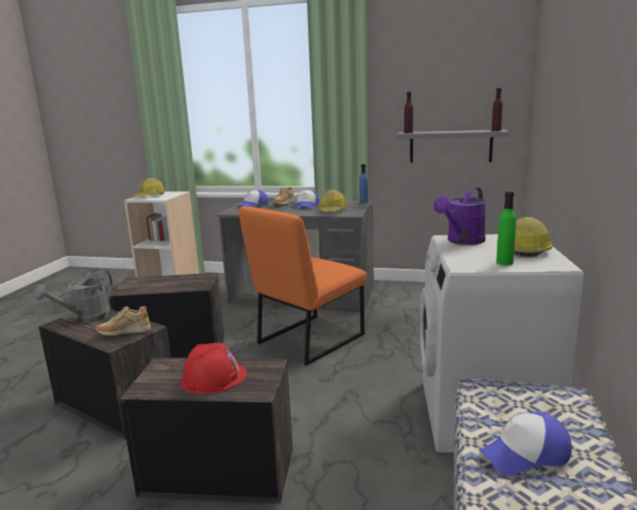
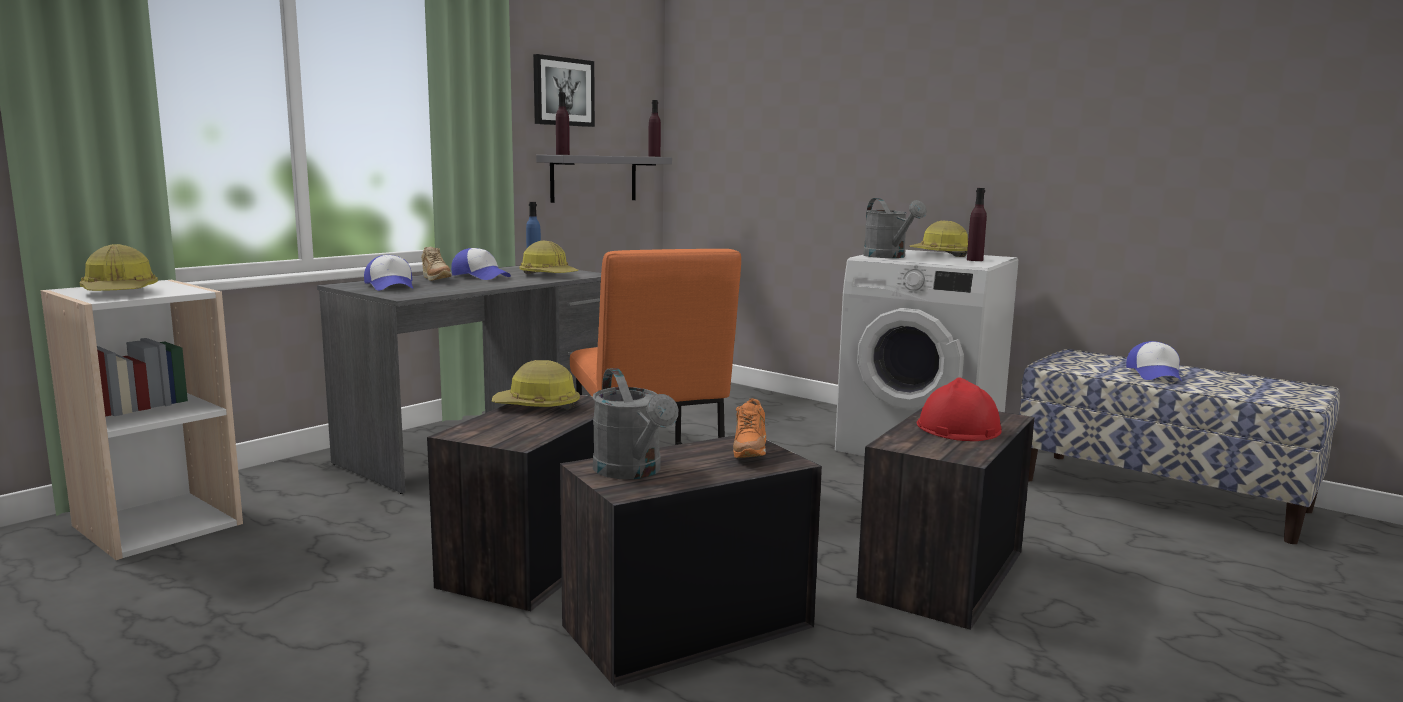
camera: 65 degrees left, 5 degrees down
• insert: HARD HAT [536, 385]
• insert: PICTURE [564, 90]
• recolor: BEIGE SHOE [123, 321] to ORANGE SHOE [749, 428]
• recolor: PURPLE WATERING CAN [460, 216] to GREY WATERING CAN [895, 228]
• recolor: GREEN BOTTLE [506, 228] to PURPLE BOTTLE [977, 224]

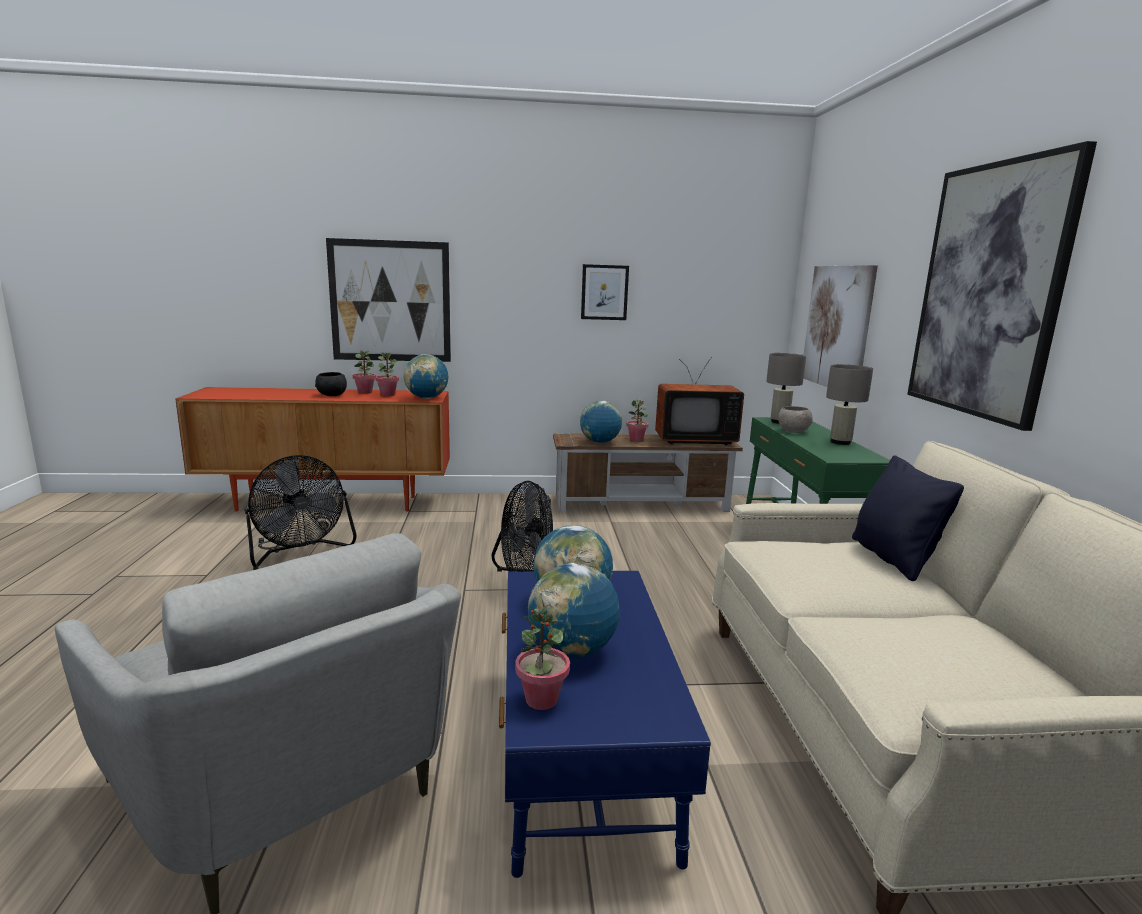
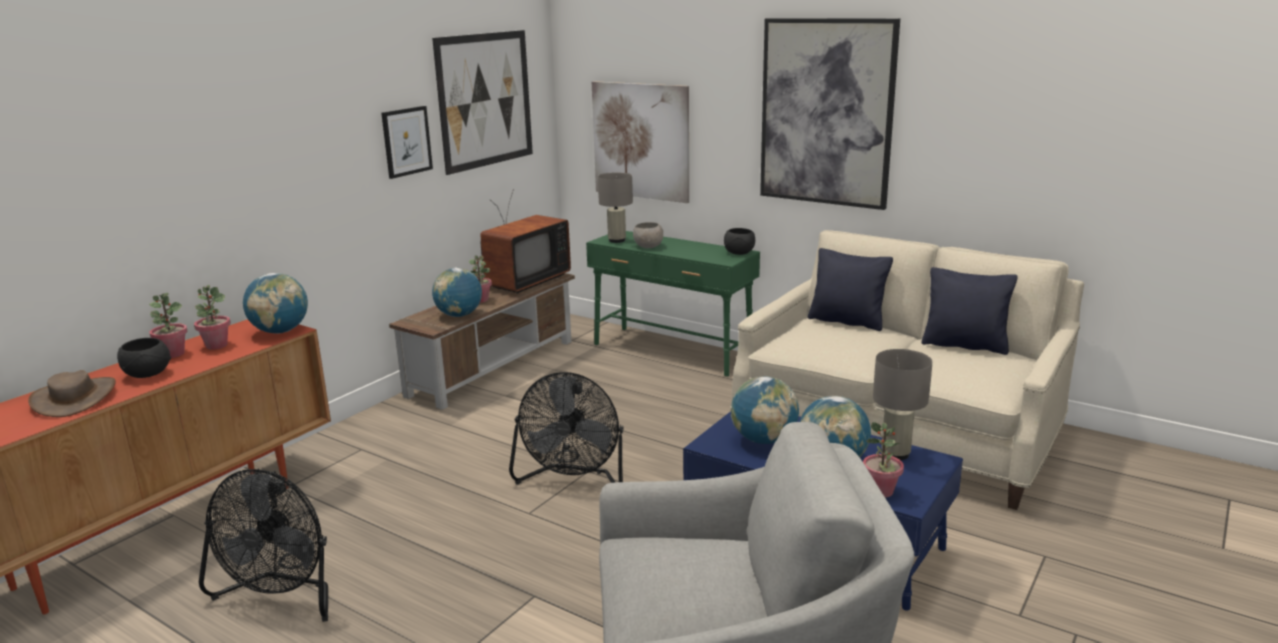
camera: 50 degrees left, 5 degrees up
• insert: BROWN HAT [72, 393]
• insert: BLACK BOWL [739, 241]
• insert: BLACK PILLOW [969, 311]
• move: PICTURE [388, 300] to [482, 102]
• move: GREY TABLE LAMP [849, 404] to [902, 404]
• rotate: BLACK FAN [300, 512] = [263, 545] 105 degrees clockwise

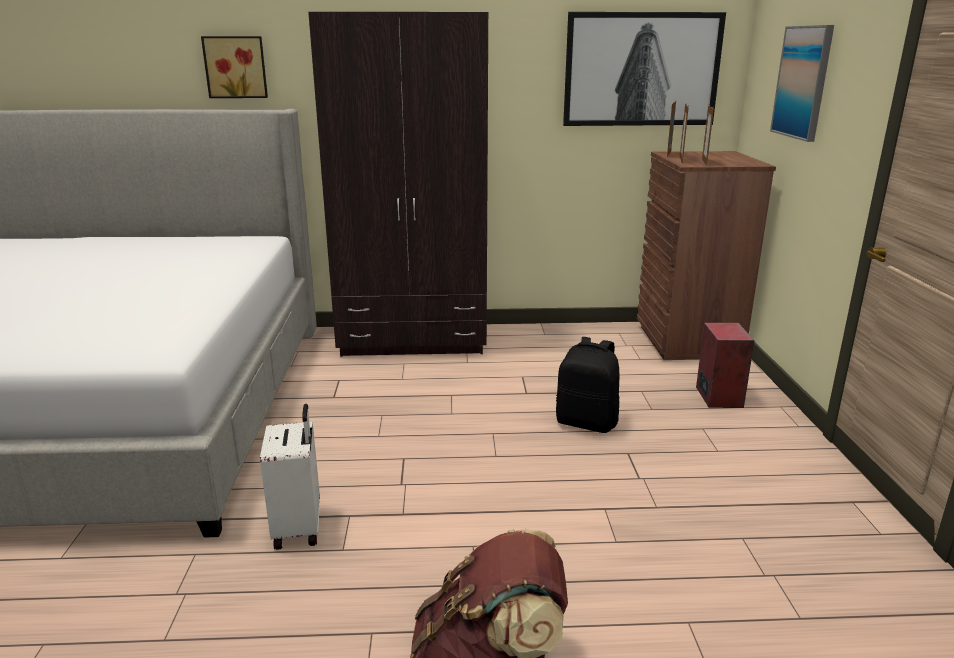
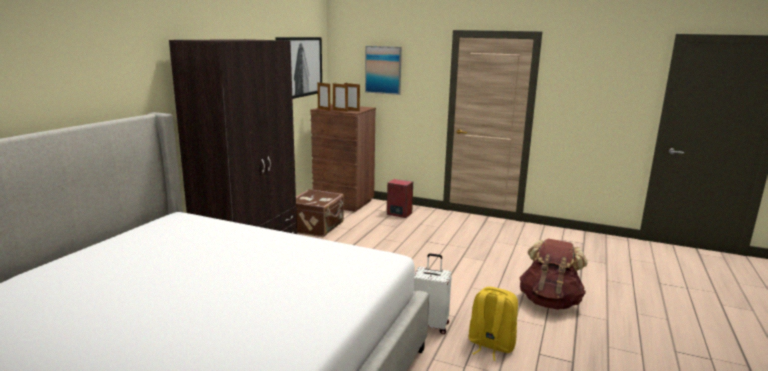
camera: 65 degrees left, 5 degrees down
• delete: PICTURE [234, 67]
• delete: BLACK BACKPACK [587, 385]
• insert: BROWN SUITCASE [320, 213]
• insert: YELLOW BACKPACK [493, 324]

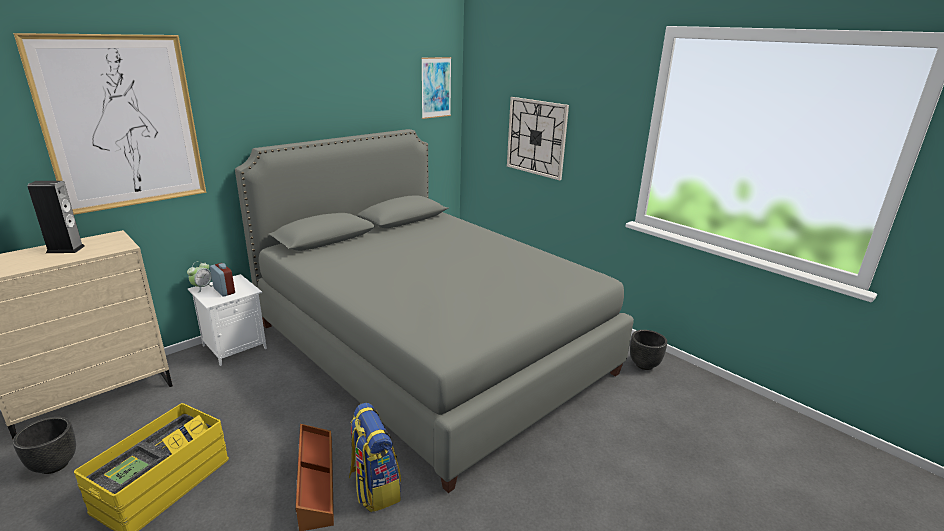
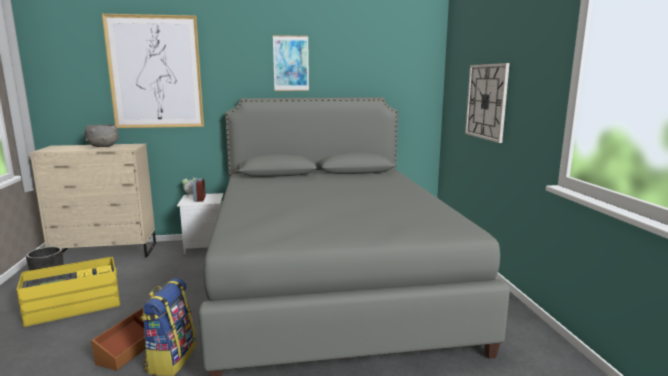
camera: 35 degrees right, 10 degrees down
• delete: BLACK PLANTER [648, 350]
• move: PICTURE [436, 88] to [291, 63]
• replace: SPEAKER [56, 217] to GREY BOWL [102, 135]

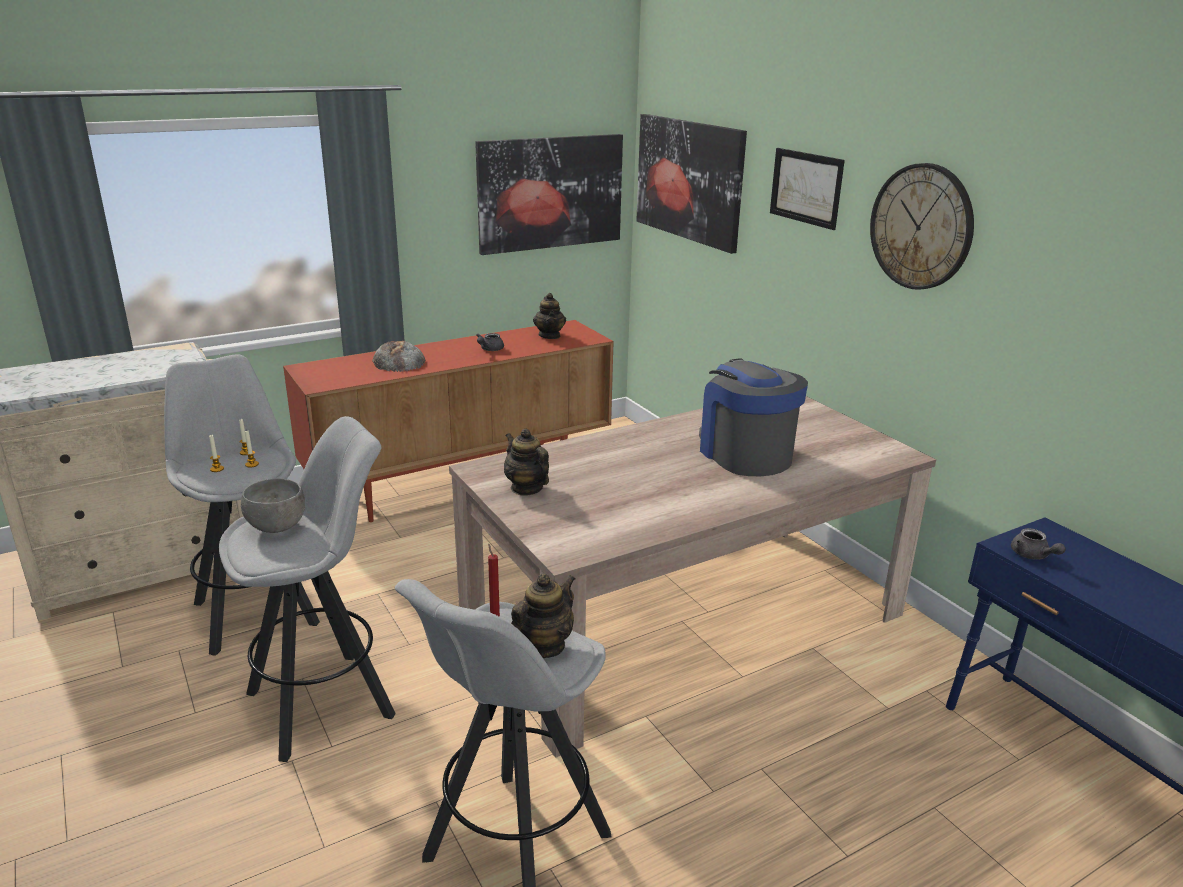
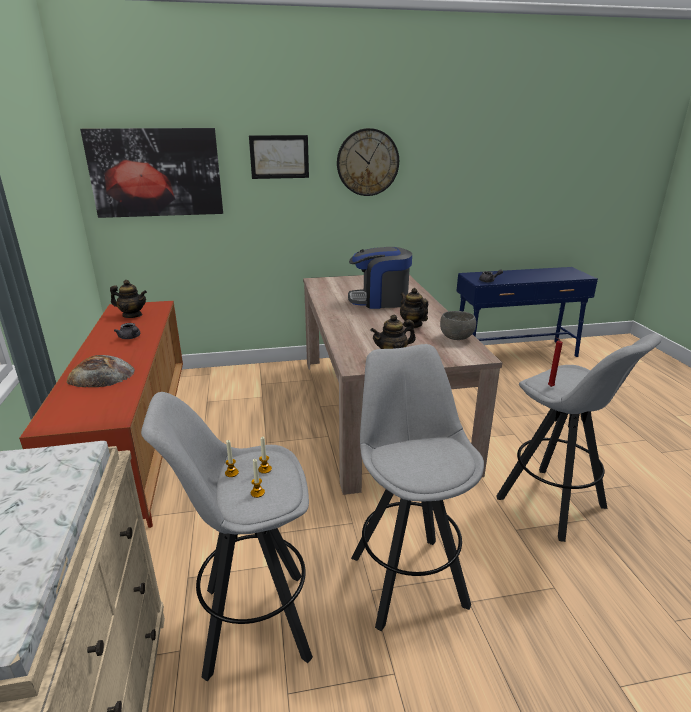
camera: 70 degrees left, 0 degrees up
• delete: PICTURE [549, 194]
• move: GREY BOWL [273, 506] to [458, 325]
• move: TEAPOT [543, 616] to [414, 308]

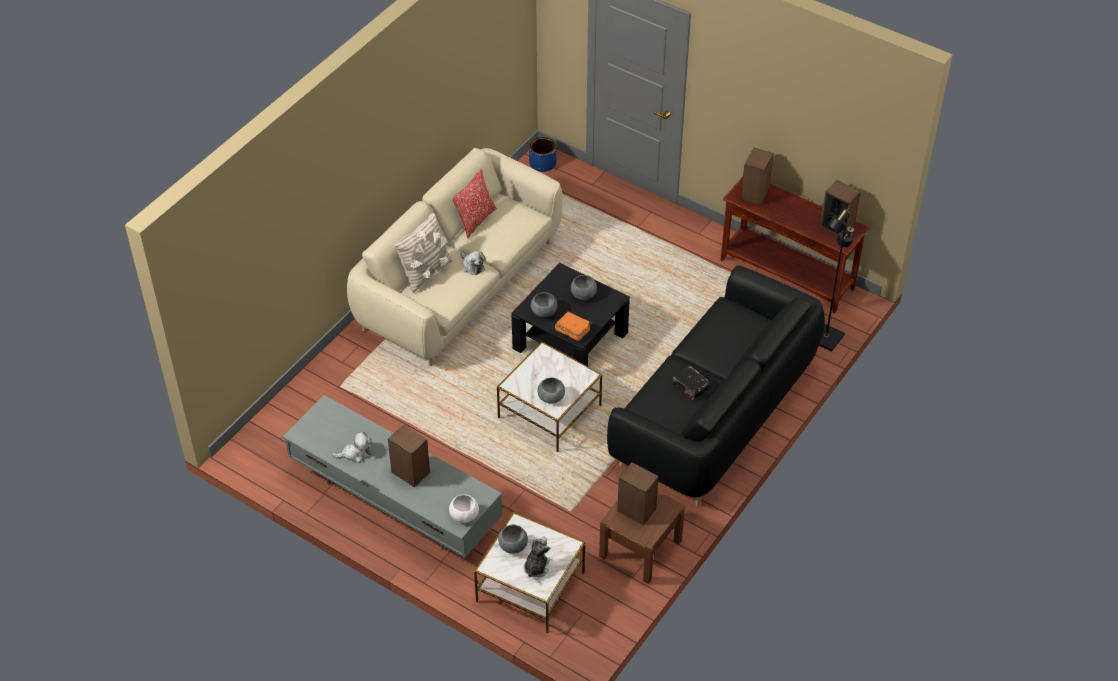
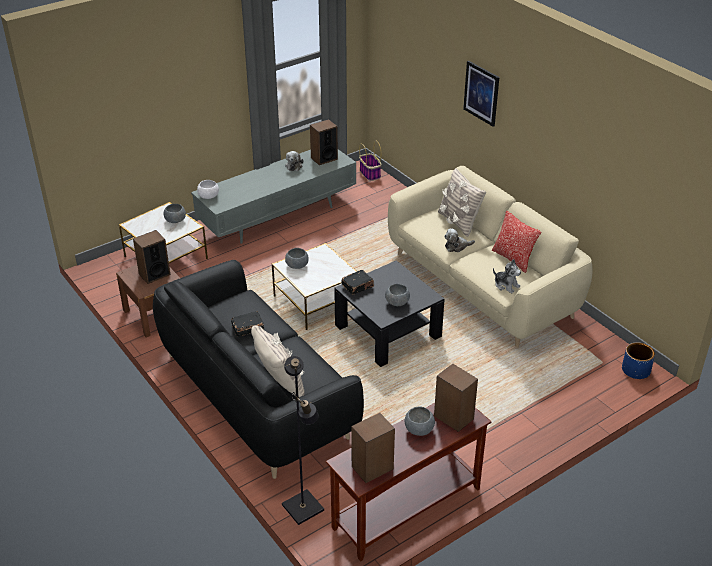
camera: 110 degrees right, 10 degrees down
• insert: BEIGE PILLOW [277, 361]
• insert: BASKET [370, 161]
• insert: PICTURE [481, 93]
• move: SPEAKER [409, 456] to [324, 142]
• move: PLUSH TOY [537, 557] to [507, 276]
• move: GREY BOWL [544, 304] to [420, 421]
• recolor: ORANGE BOOK [573, 326] to BLACK BOOK [358, 282]

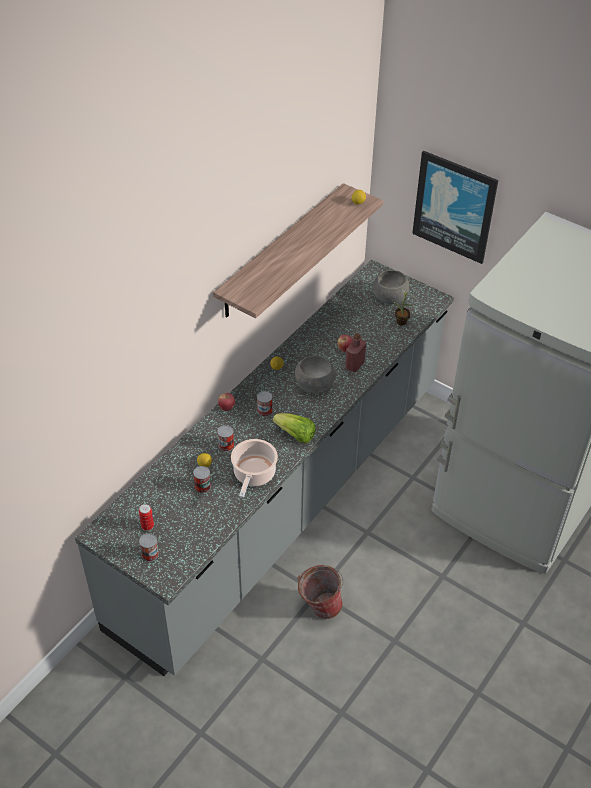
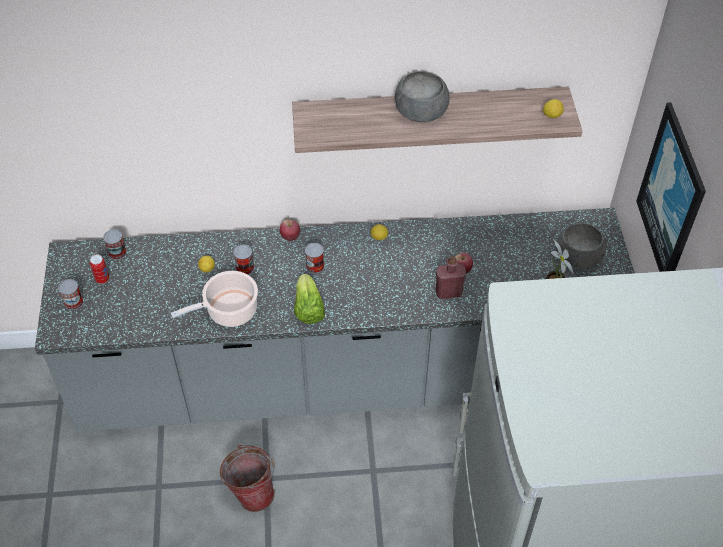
camera: 50 degrees right, 5 degrees up
• move: CAN [202, 479] to [115, 244]
• move: GREY BOWL [315, 374] to [422, 96]

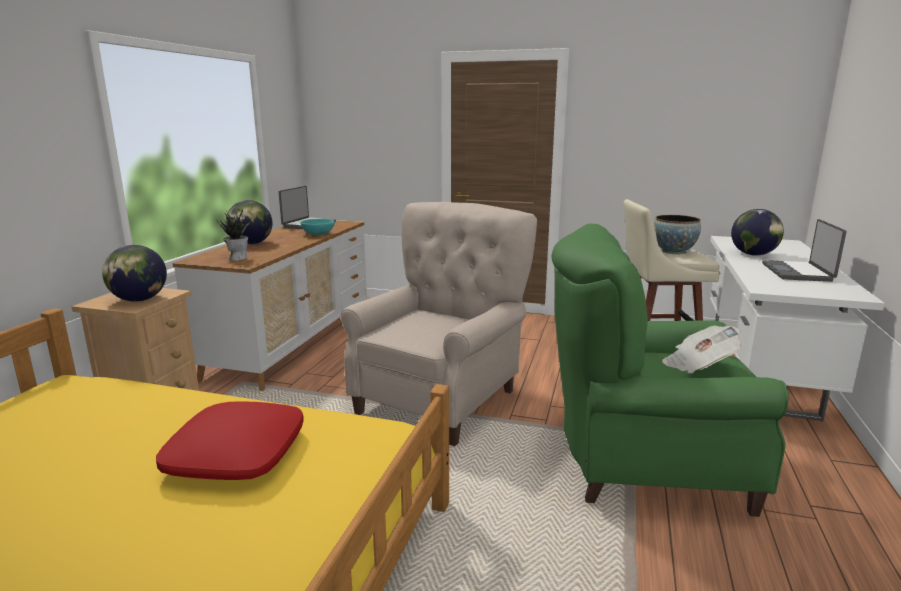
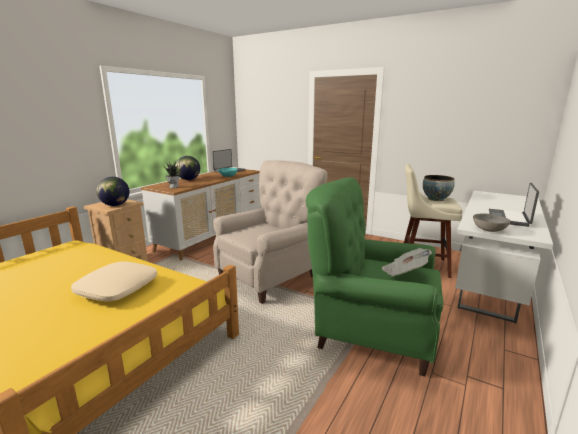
camera: 15 degrees right, 0 degrees up
• delete: GLOBE [757, 232]
• insert: GREY BOWL [492, 222]
• recolor: RED PILLOW [230, 440] to BEIGE PILLOW [114, 281]

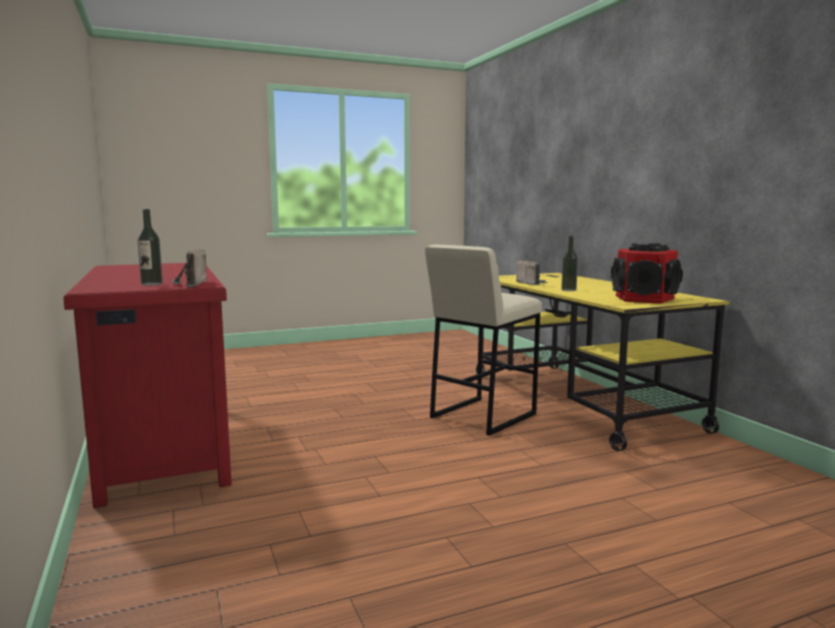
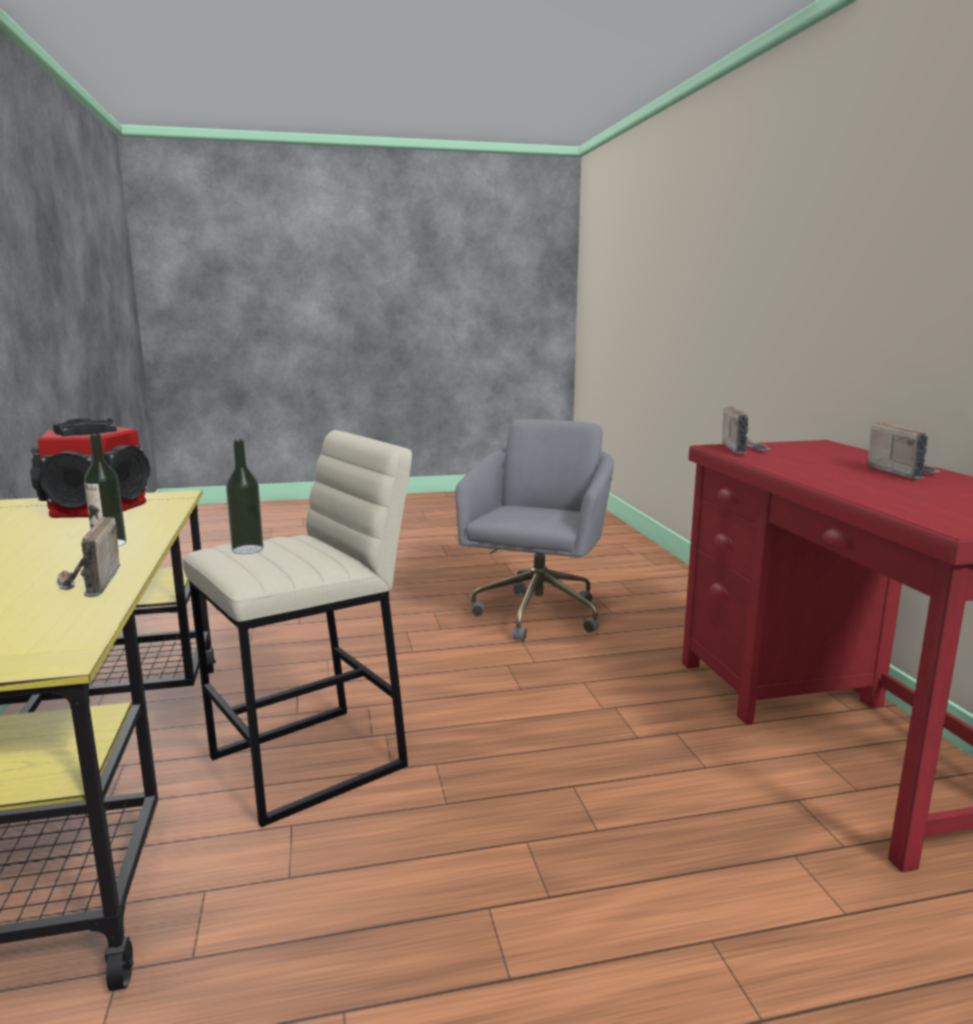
camera: 170 degrees left, 5 degrees up
• insert: GREY OFFICE CHAIR [534, 530]
• insert: RADIO [904, 450]
• move: BOTTLE [150, 247] to [244, 497]

